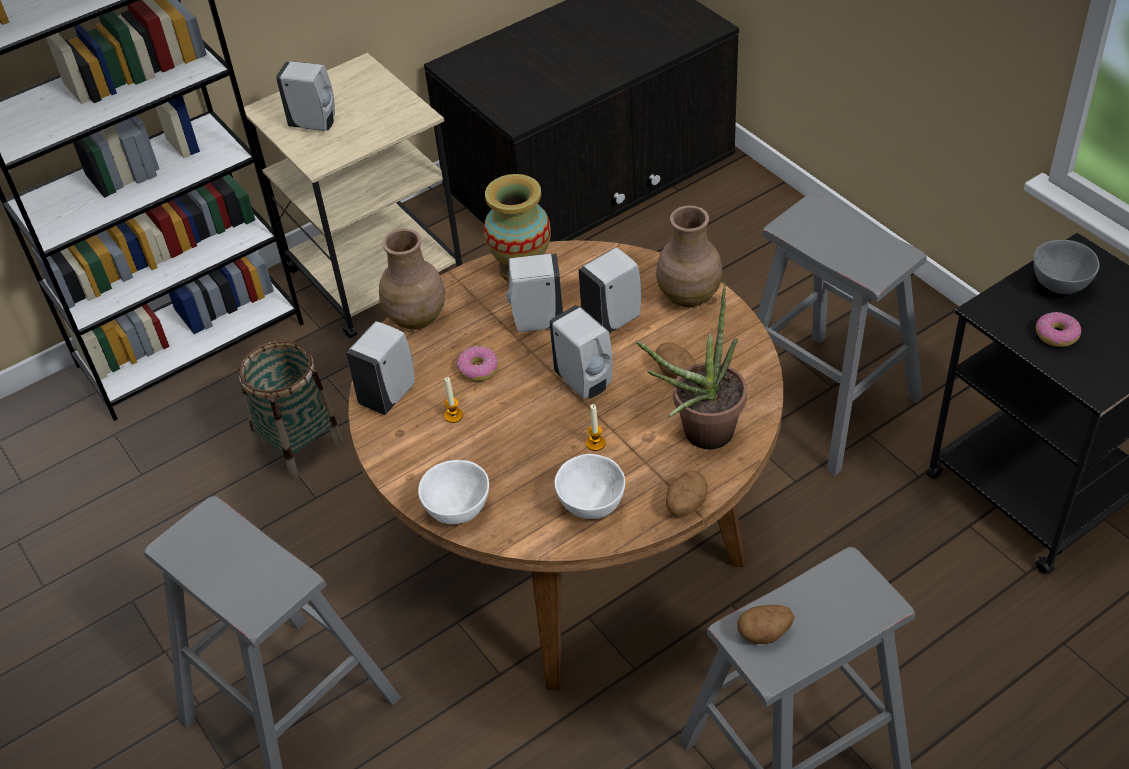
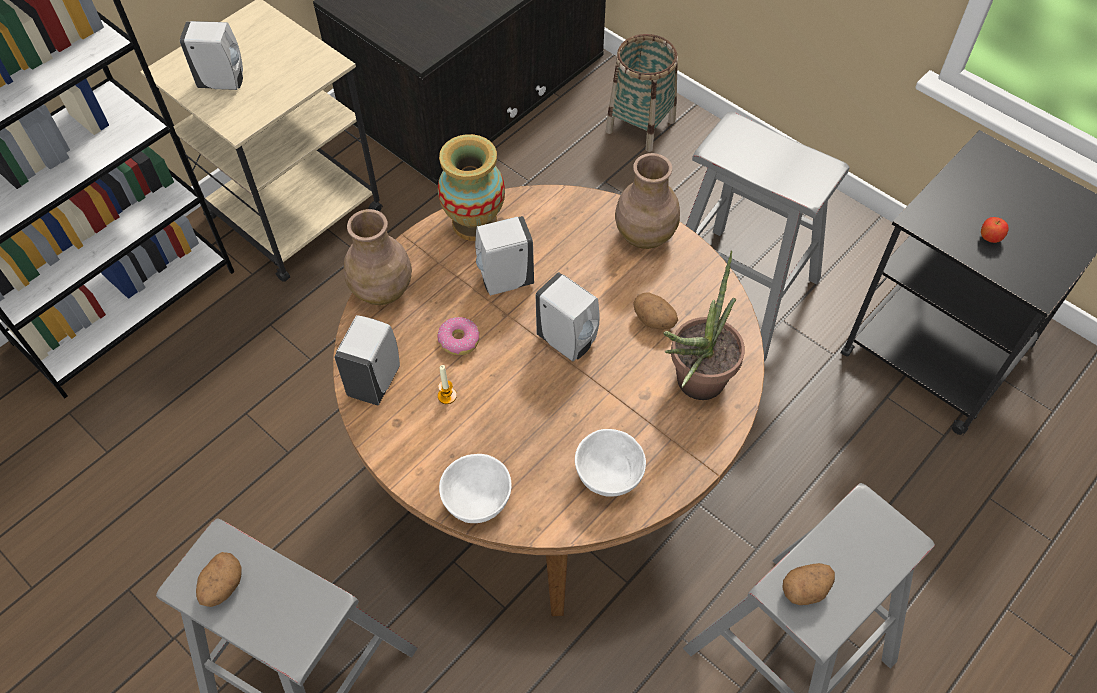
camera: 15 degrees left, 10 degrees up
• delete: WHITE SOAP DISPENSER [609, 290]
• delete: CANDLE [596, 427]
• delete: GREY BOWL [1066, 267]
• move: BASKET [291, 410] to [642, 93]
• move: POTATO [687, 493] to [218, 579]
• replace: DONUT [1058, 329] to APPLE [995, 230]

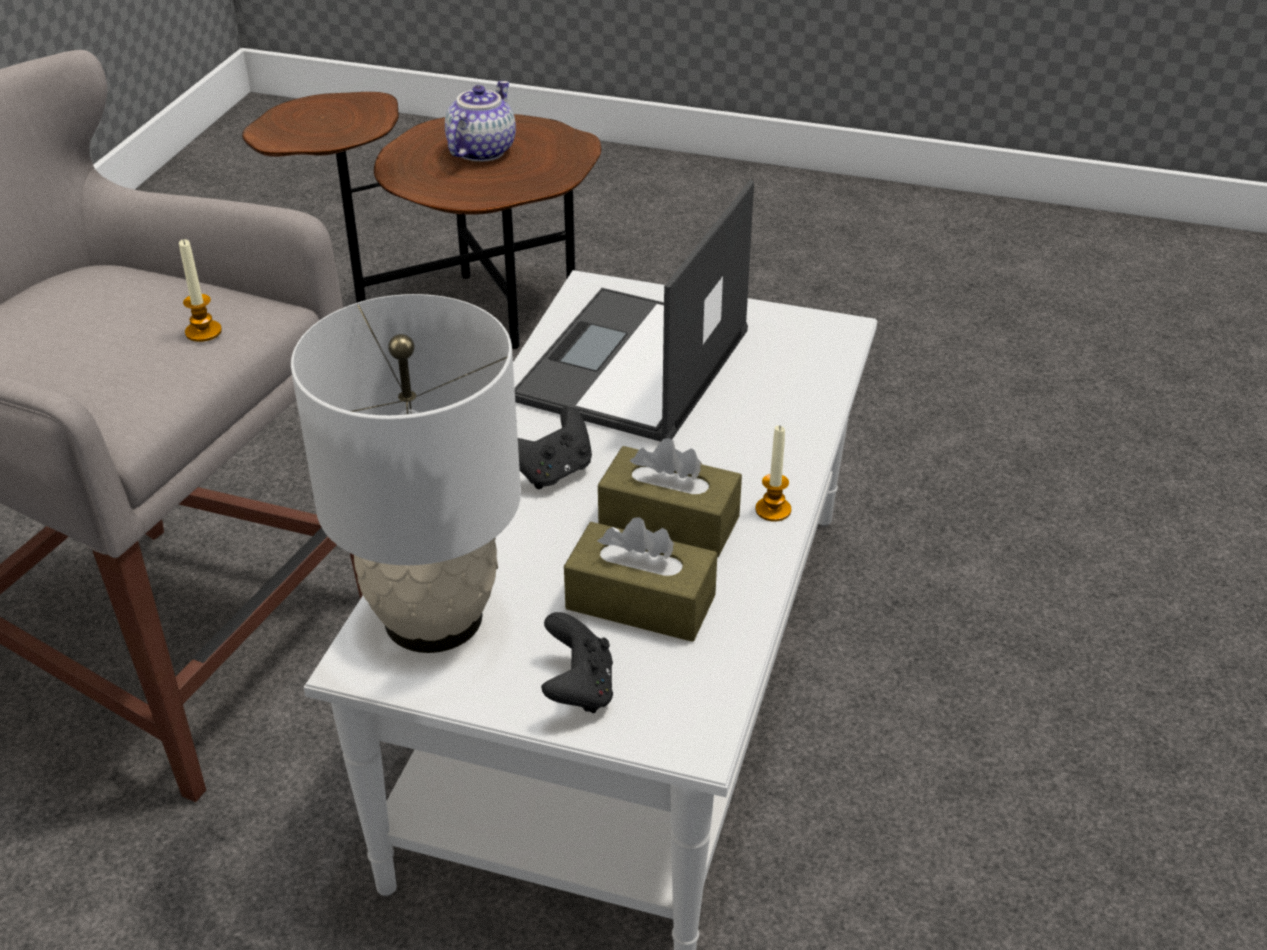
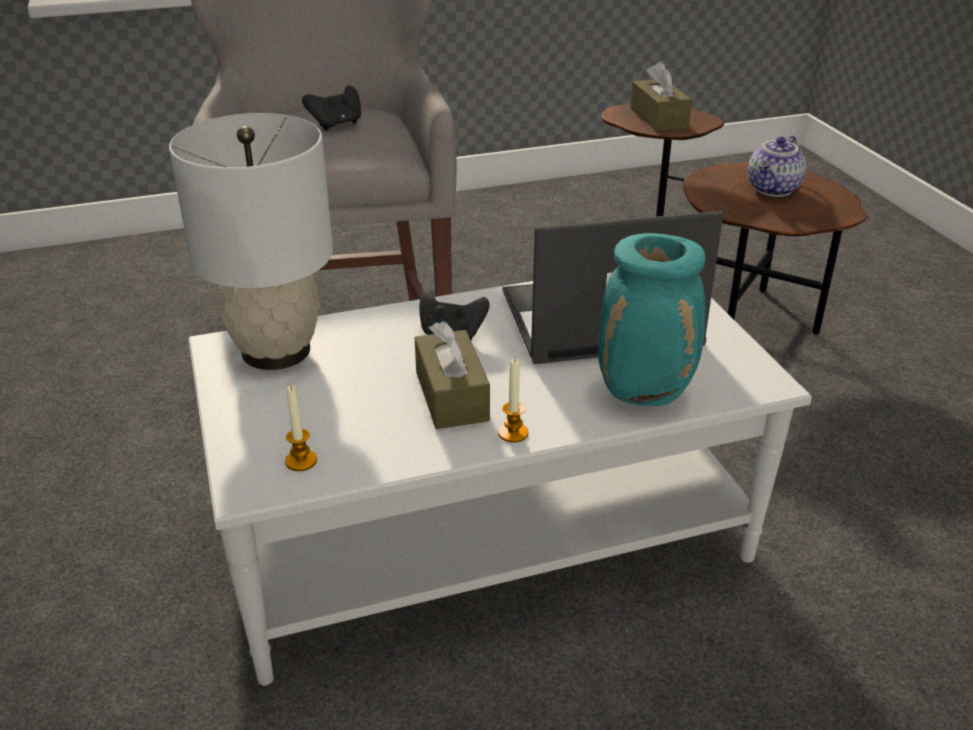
camera: 55 degrees right, 5 degrees down
• insert: TURQUOISE VASE [652, 319]
• move: CANDLE [200, 290] to [301, 428]
• move: BLACK GAME CONTROLLER [577, 662] to [331, 108]
• move: BROWN TISSUE BOX [640, 579] to [661, 96]
• rotate: TEAPOT [480, 121] = [777, 166] 135 degrees clockwise

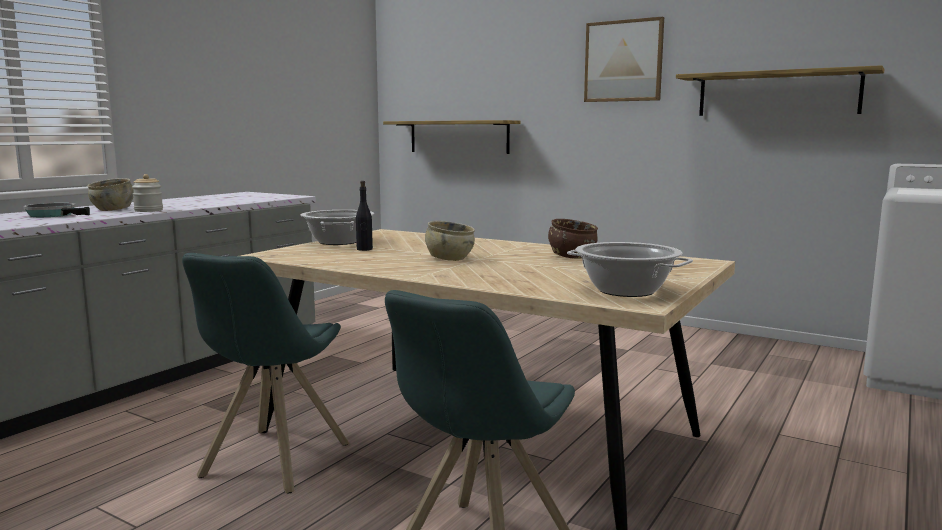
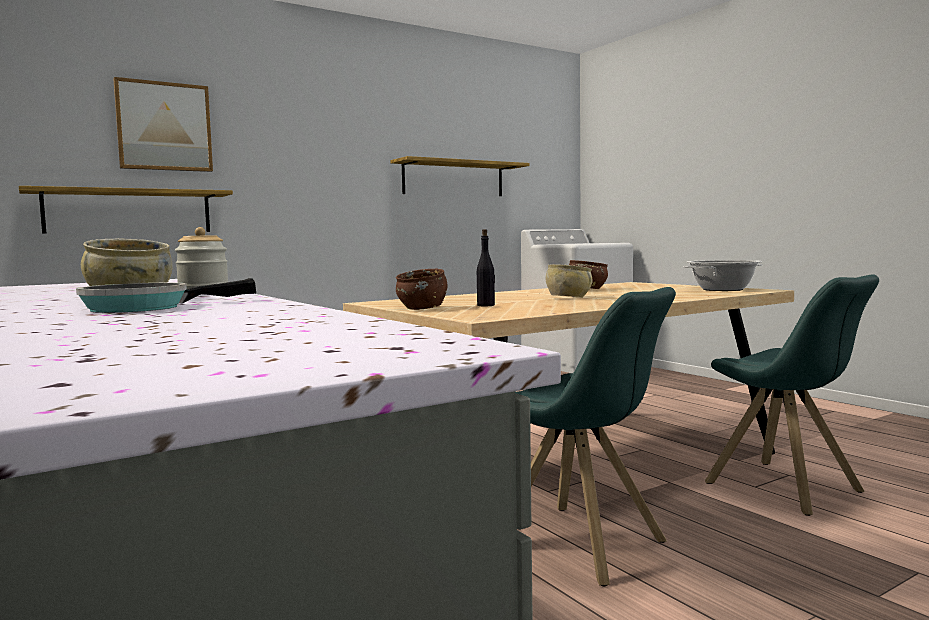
camera: 65 degrees left, 5 degrees down
• move: PICTURE [624, 59] to [163, 124]
• replace: COOKING POT [337, 227] to BROWN BOWL [421, 289]

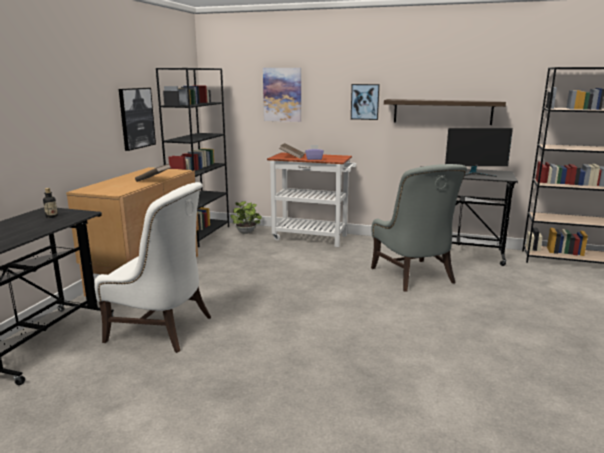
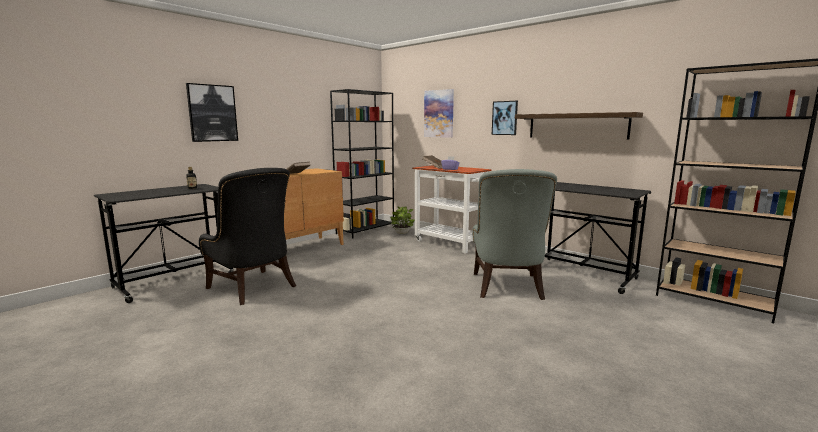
camera: 25 degrees right, 5 degrees down
• delete: MONITOR [479, 152]
• move: PICTURE [137, 119] to [212, 112]
• recolor: WHITE CHAIR [152, 267] to BLACK CHAIR [247, 236]

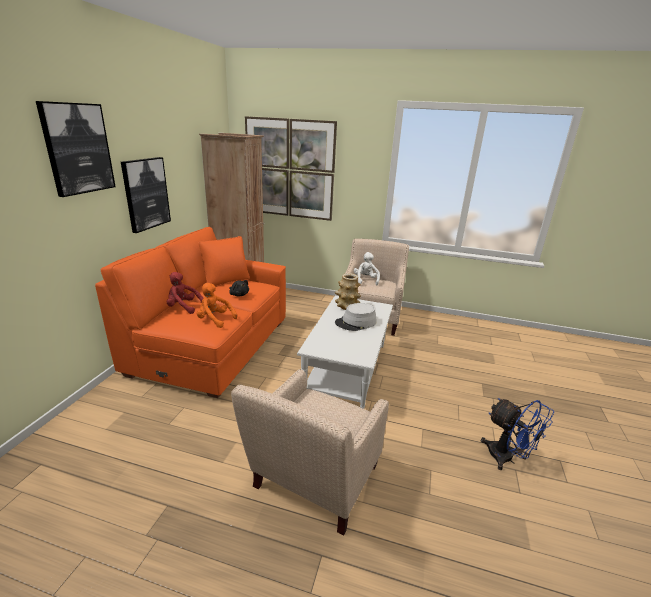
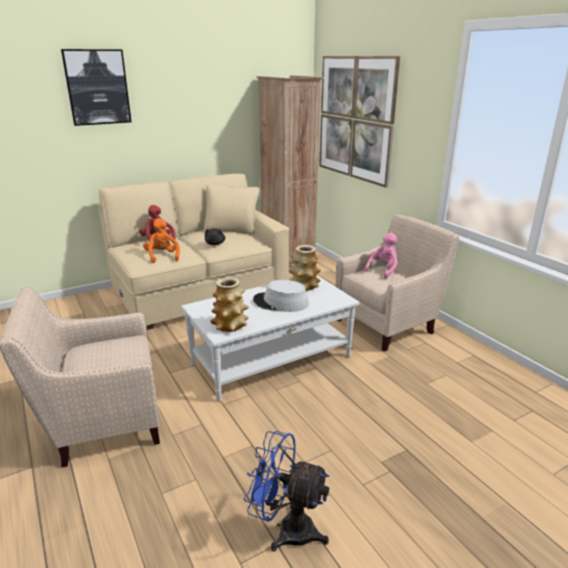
camera: 45 degrees right, 0 degrees up
• delete: PICTURE [146, 195]
• insert: VASE [229, 304]
• recolor: ORANGE SOFA [190, 312] to BEIGE SOFA [193, 252]
• recolor: WHITE PLUSH TOY [367, 269] to PINK PLUSH TOY [381, 255]
• rotate: BLUE FAN [517, 434] = [286, 491] 105 degrees clockwise

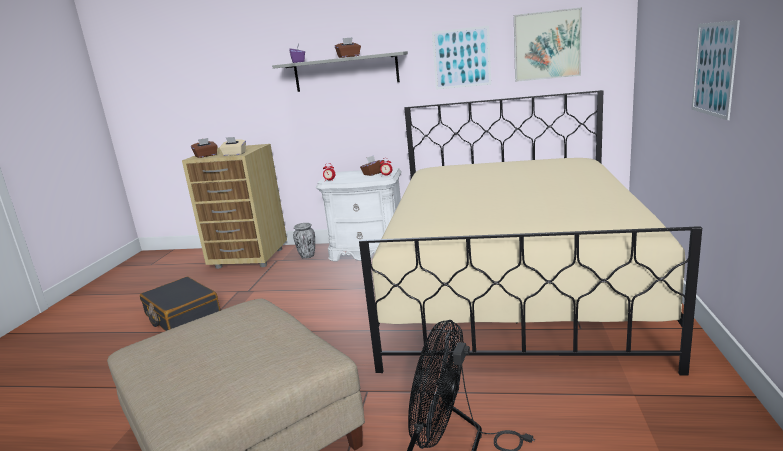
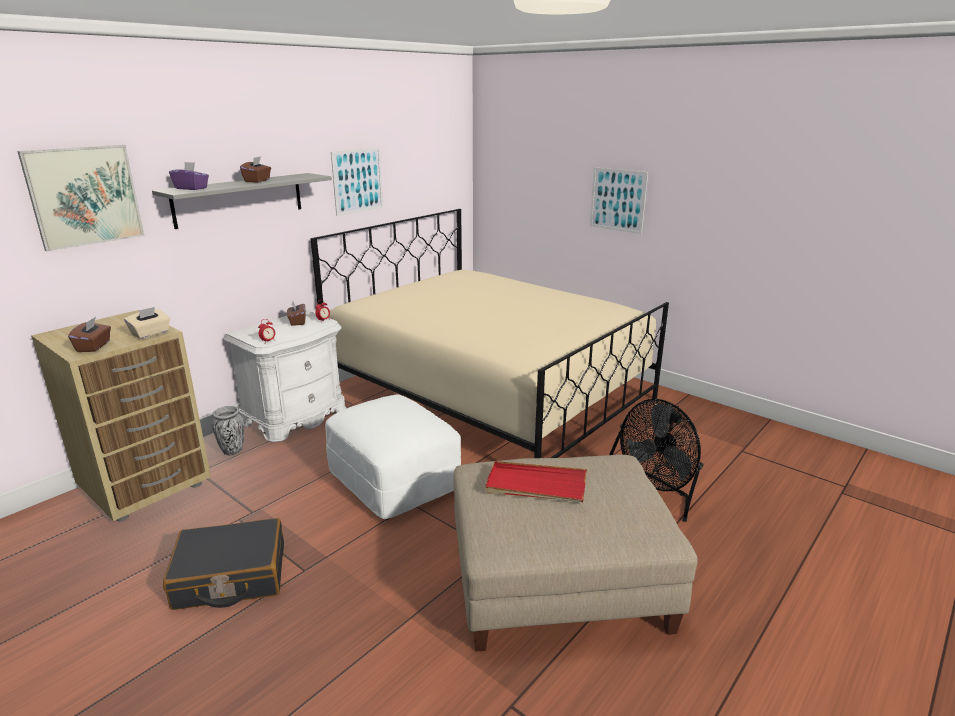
camera: 60 degrees left, 5 degrees up
• insert: WHITE OTTOMAN [393, 457]
• insert: RED TRAY [536, 481]
• move: PICTURE [548, 44] to [81, 198]

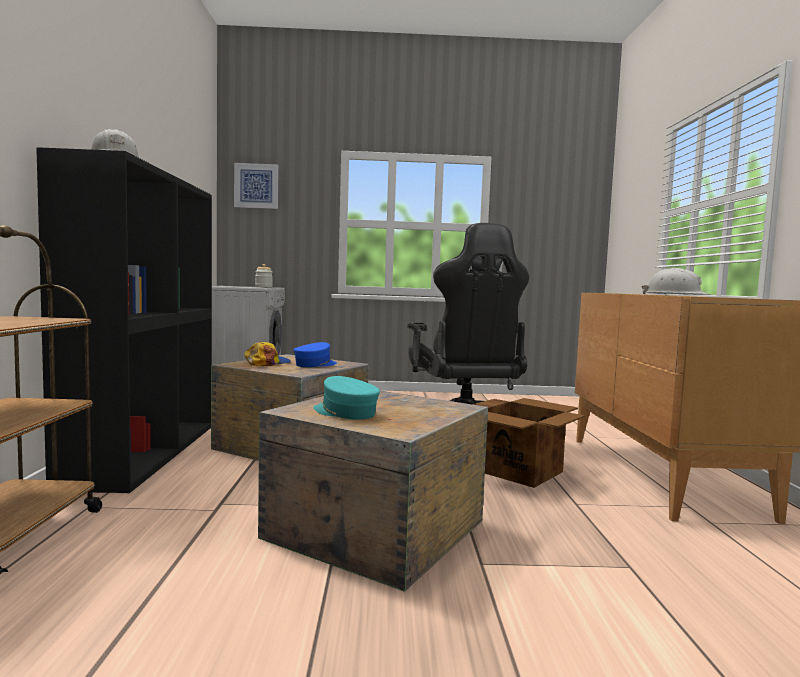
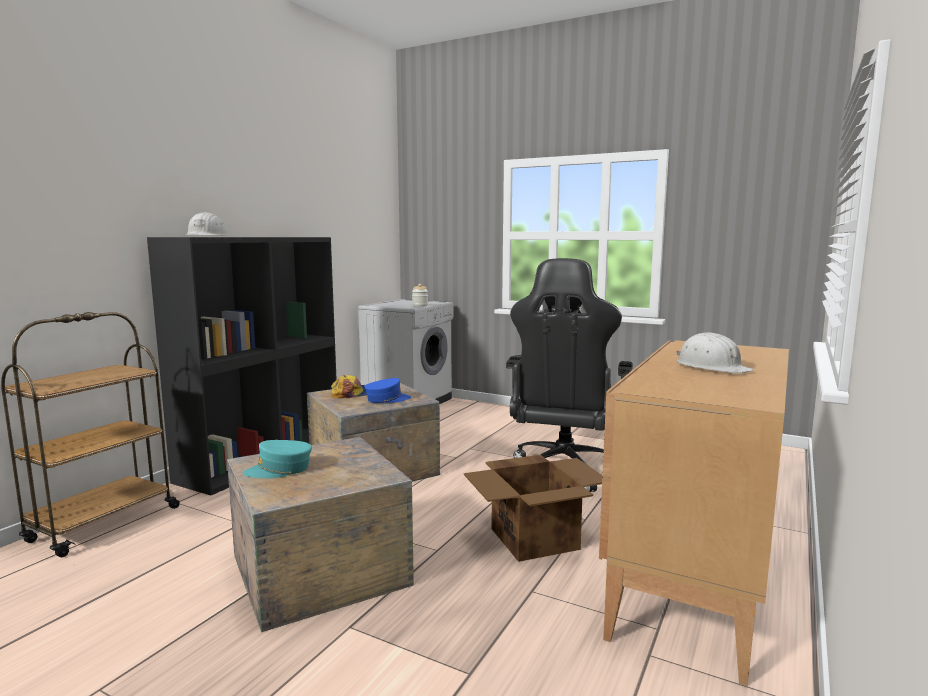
camera: 30 degrees right, 5 degrees up
• delete: PICTURE [256, 186]
• rotate: TURQUOISE CAP [346, 398] = [277, 459] 90 degrees counterclockwise

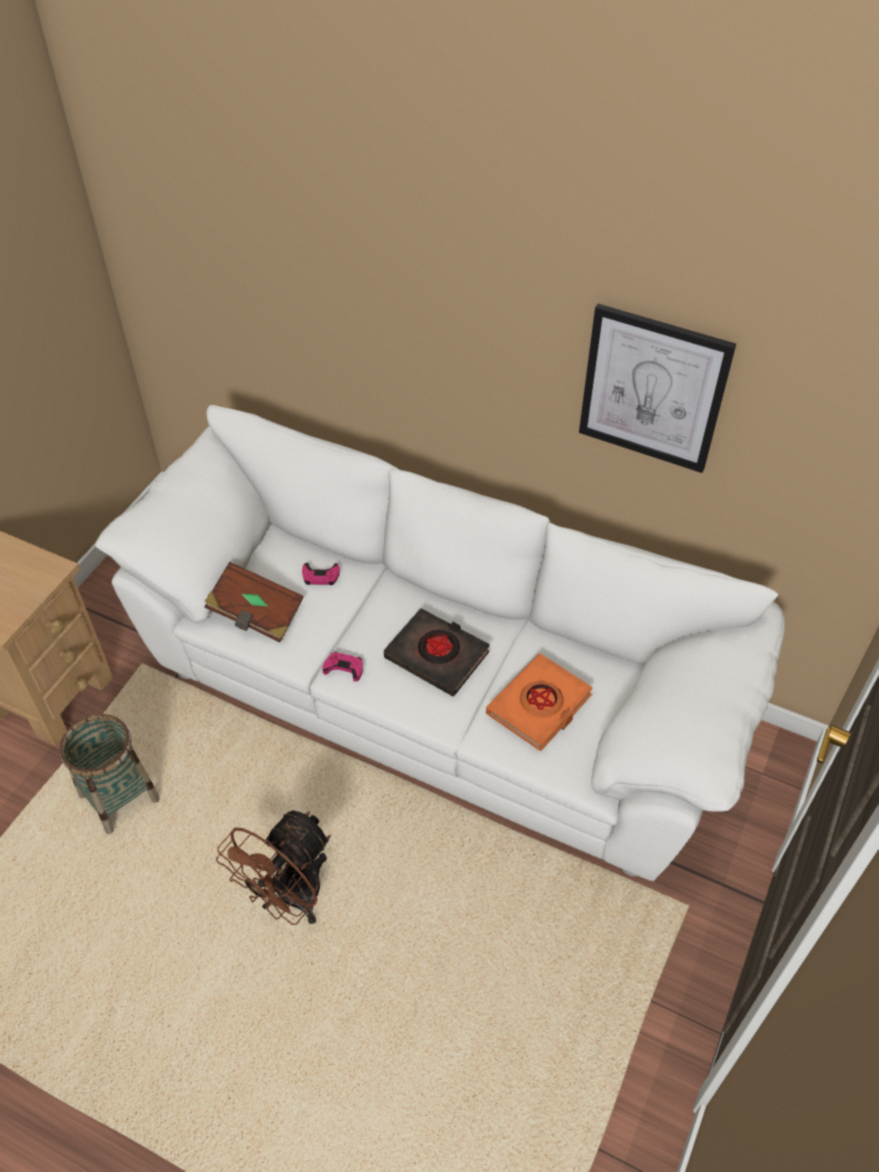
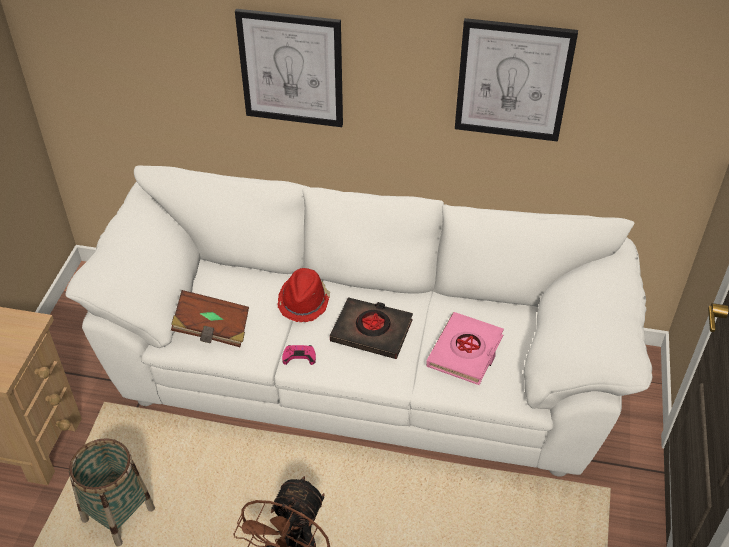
camera: 15 degrees left, 5 degrees down
• delete: PINK GAME CONTROLLER [321, 574]
• insert: PICTURE [289, 68]
• insert: RED HAT [304, 295]
• recolor: ORANGE BOOK [539, 702] to PINK BOOK [465, 348]

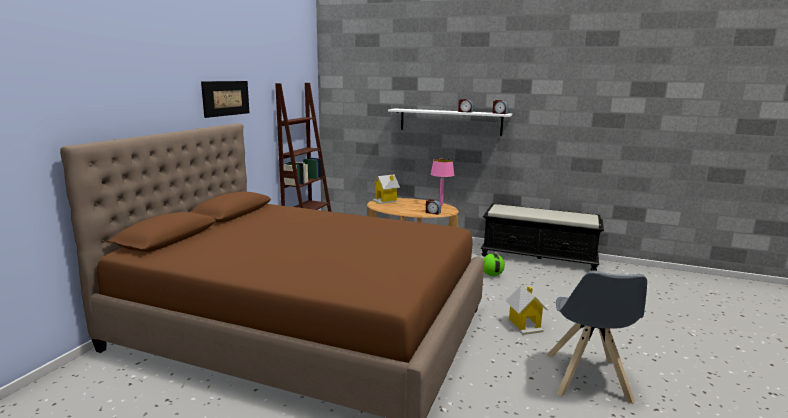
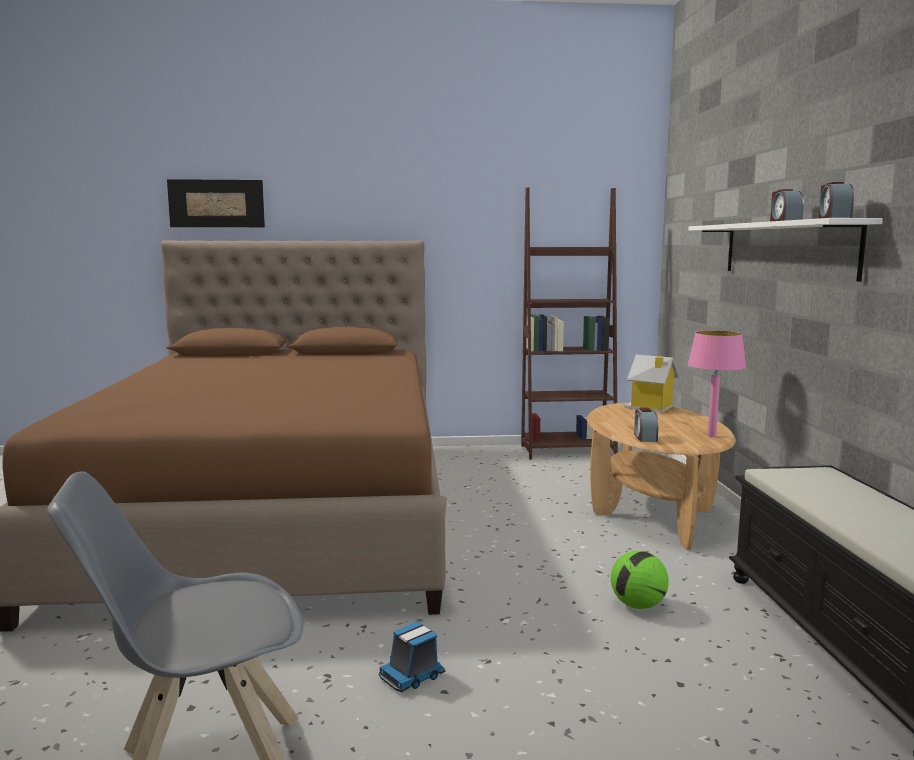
camera: 65 degrees right, 5 degrees down
• move: PICTURE [225, 99] to [216, 203]
• replace: TOY HOUSE [526, 310] to TOY TRUCK [412, 657]

